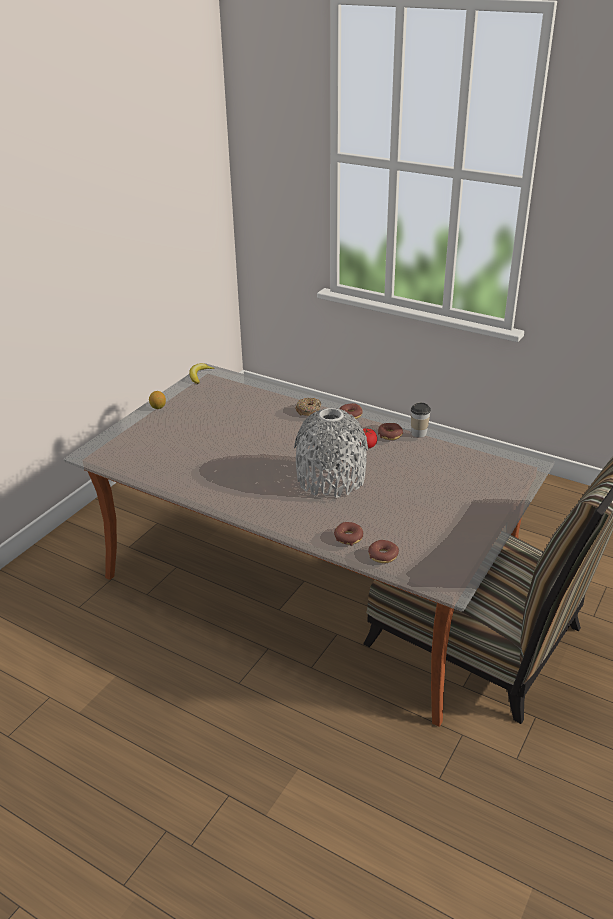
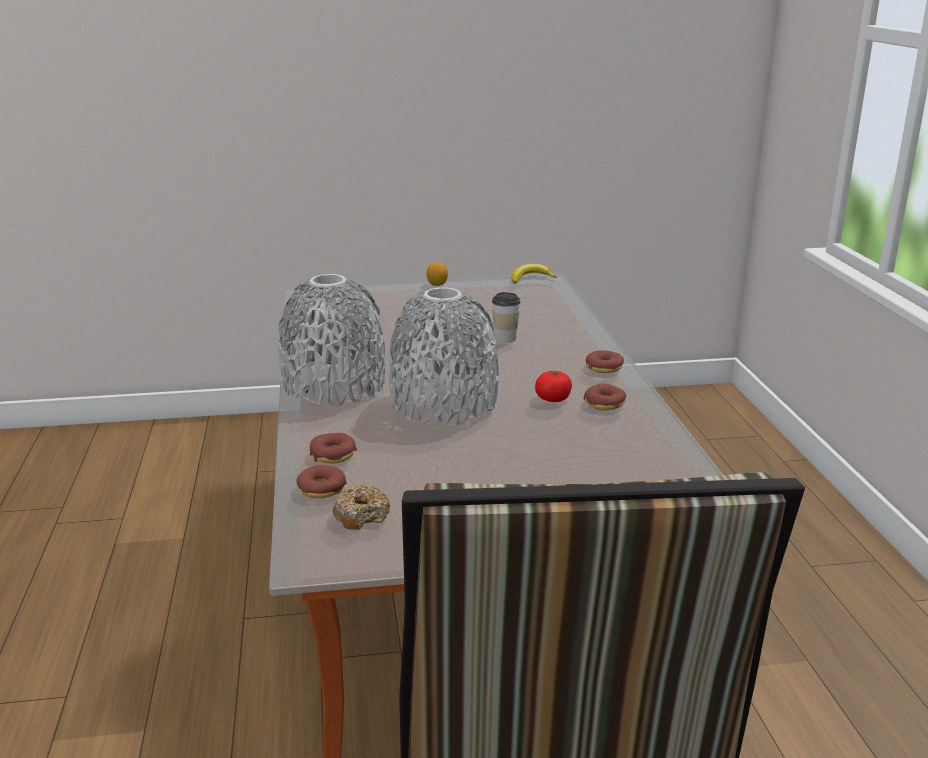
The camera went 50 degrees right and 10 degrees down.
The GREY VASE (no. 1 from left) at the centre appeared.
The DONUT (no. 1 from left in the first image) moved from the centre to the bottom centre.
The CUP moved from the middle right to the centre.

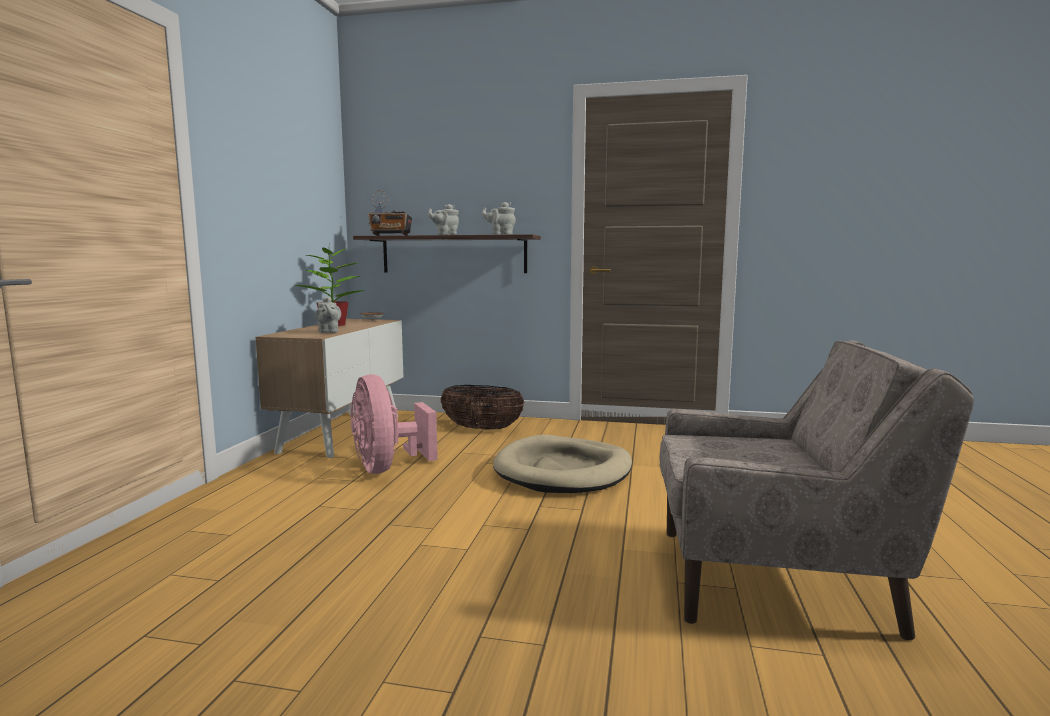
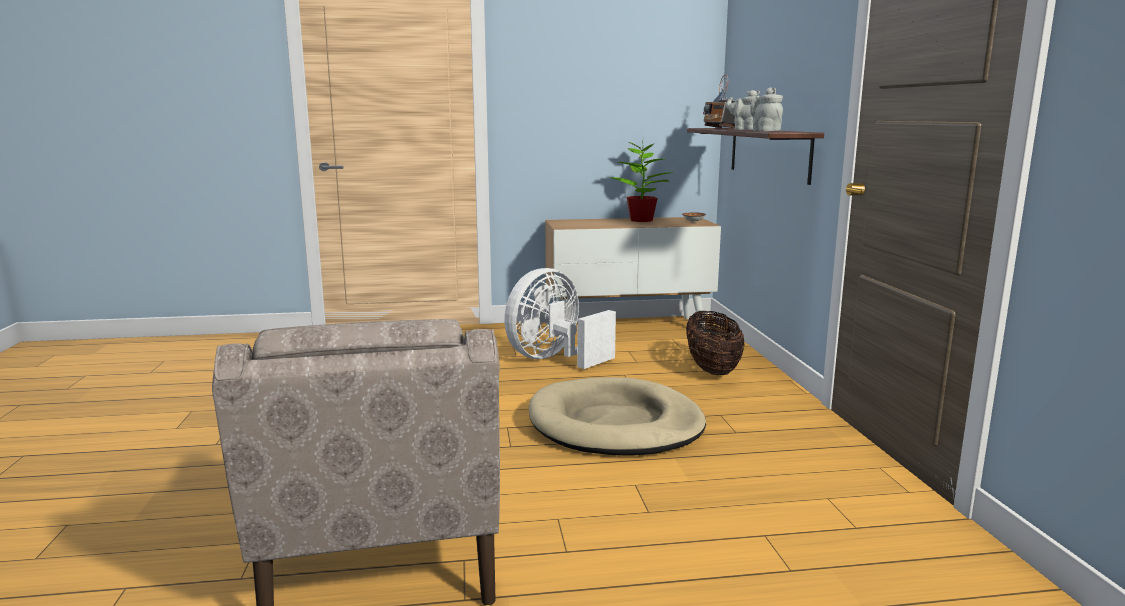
The camera went 70 degrees right and 5 degrees up.
The PINK FAN at the centre became the WHITE FAN at the centre.
The GREY TEAPOT (no. 1 from left) at the middle left disappeared.

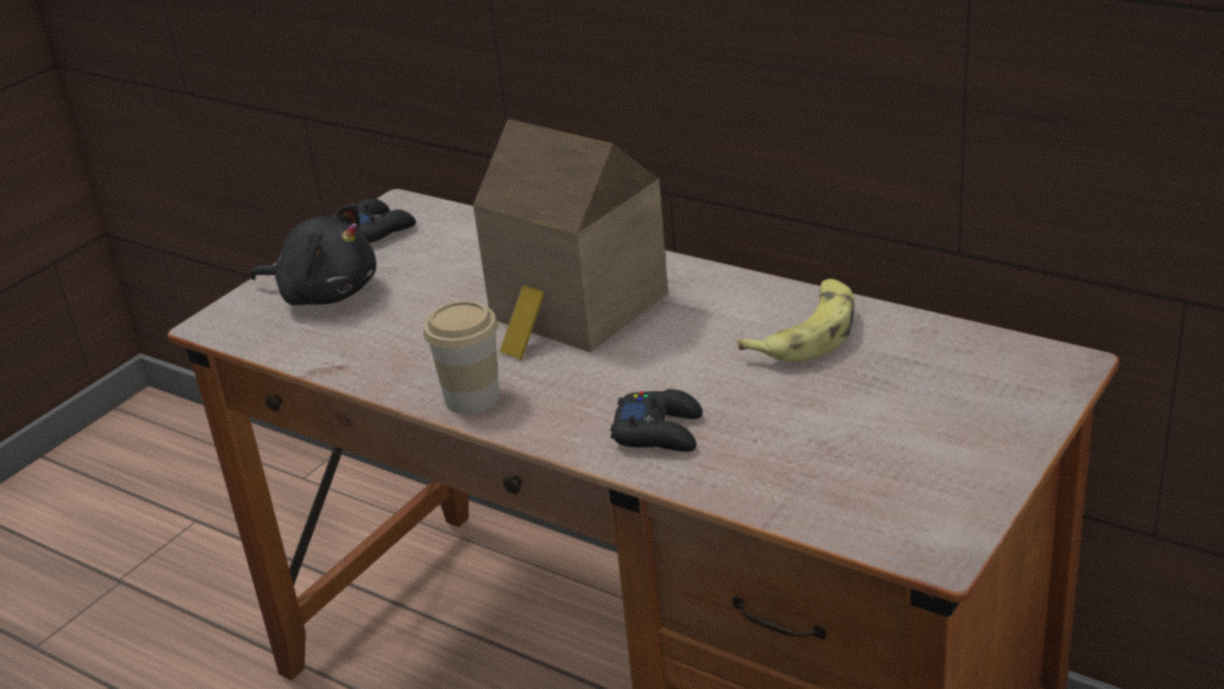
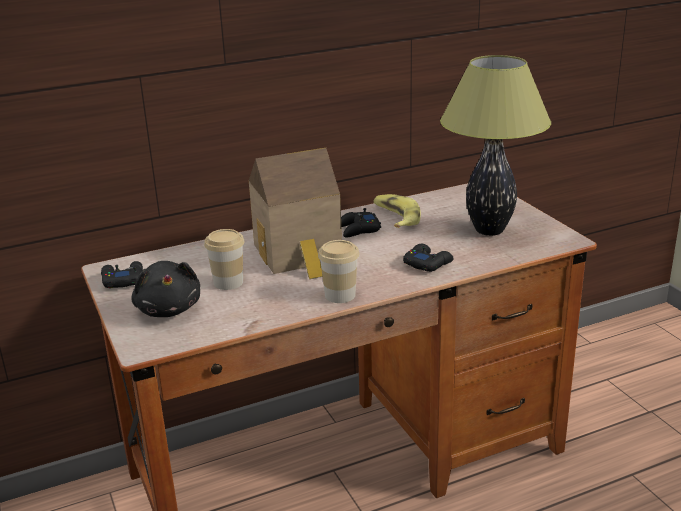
The camera went 60 degrees left and 5 degrees down.
The BLACK PLUSH TOY at the middle left turned 105 degrees clockwise.
The CUP (no. 1 from left) at the middle left appeared.
The BLACK GAME CONTROLLER (no. 2 from left) at the centre appeared.
The TABLE LAMP at the top right appeared.

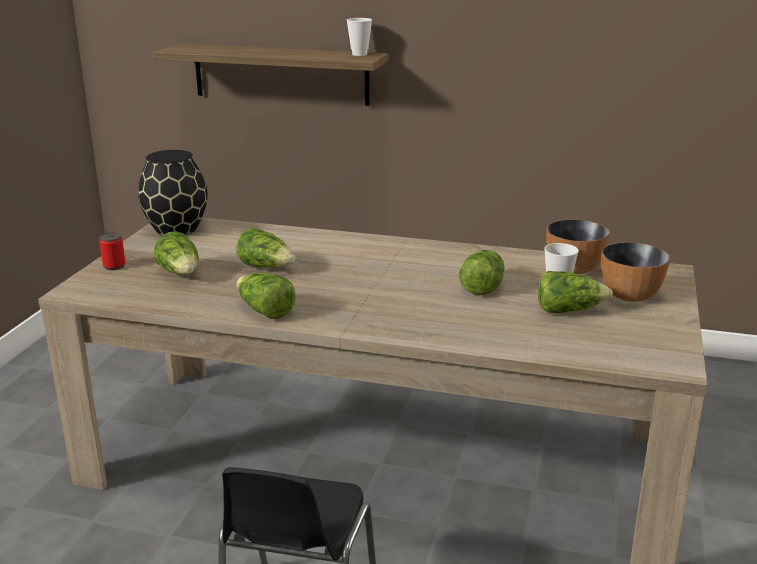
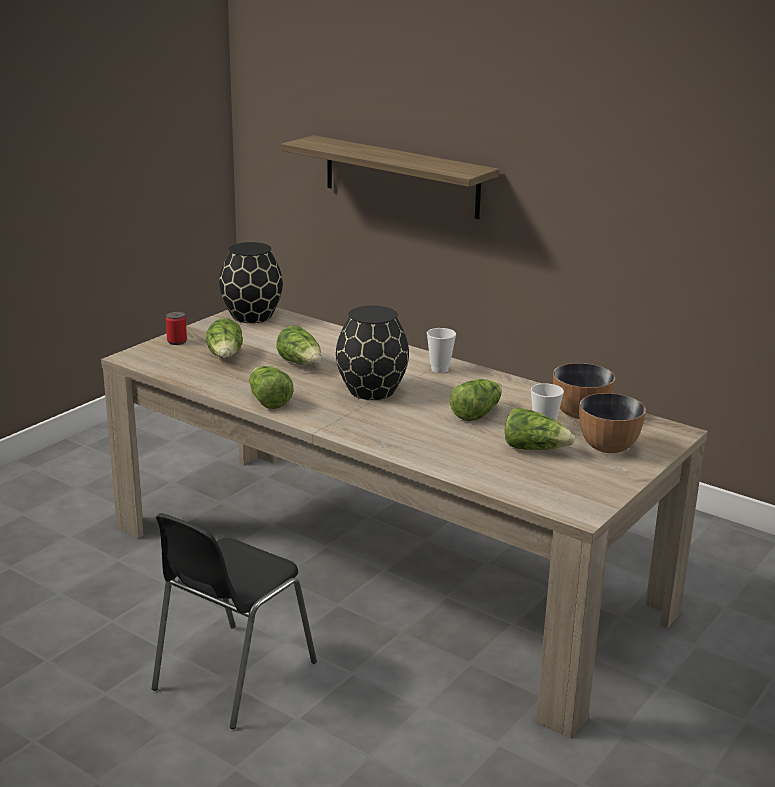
The camera went 20 degrees right and 0 degrees up.
The BLACK VASE (no. 2 from left) at the centre appeared.
The CUP (no. 1 from left) moved from the top centre to the centre.

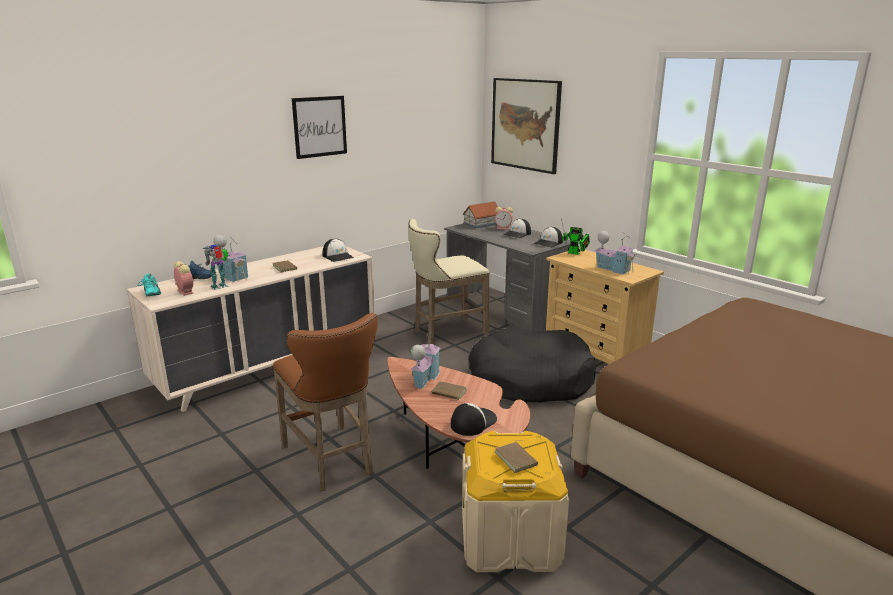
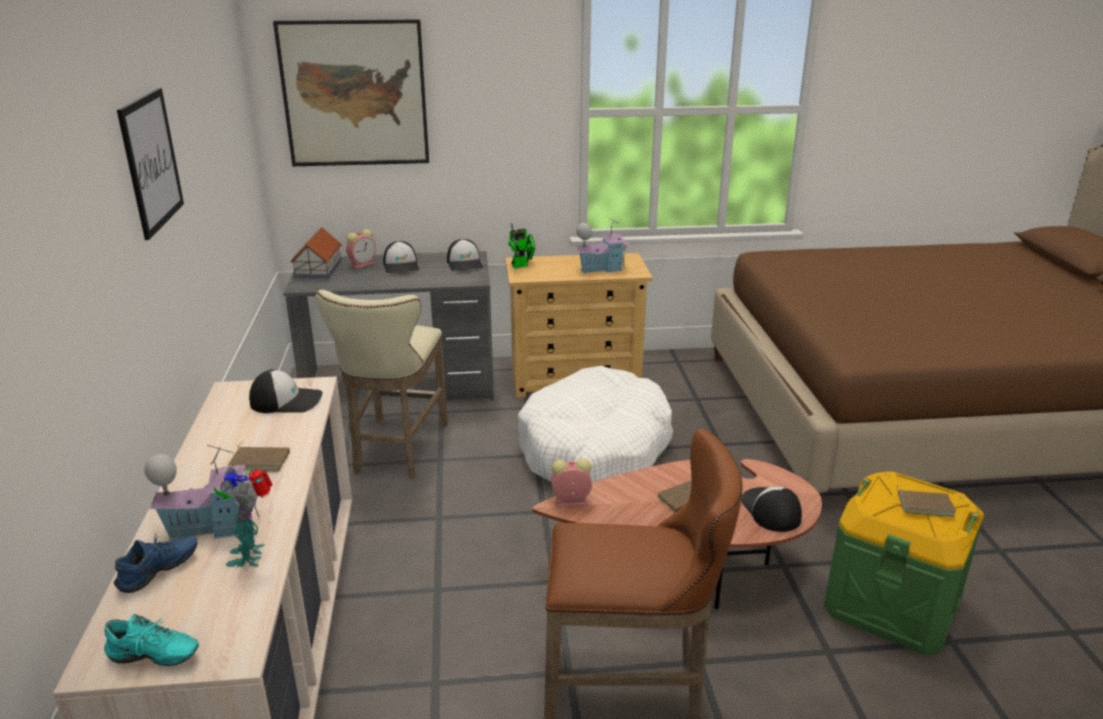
The camera went 55 degrees left and 5 degrees up.
The BLACK DOG BED at the centre became the WHITE DOG BED at the centre.
The ALARM CLOCK (no. 1 from left in the first image) moved from the middle left to the bottom centre.
The BEIGE STORAGE BOX at the bottom centre became the GREEN STORAGE BOX at the bottom right.
The TOY HOUSE (no. 2 from left) at the centre disappeared.

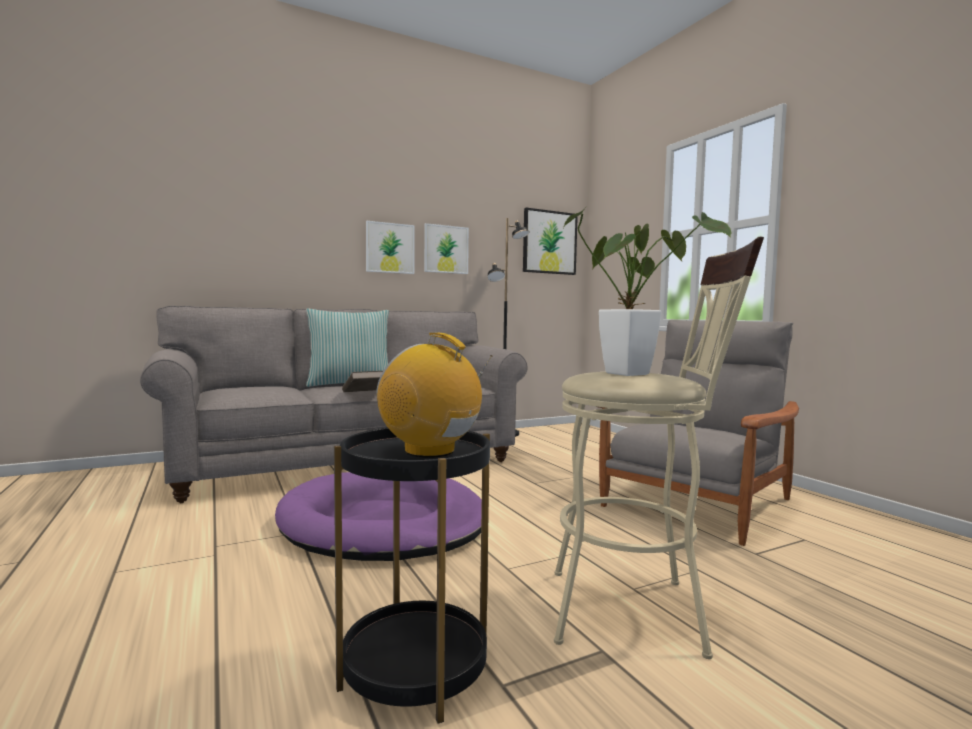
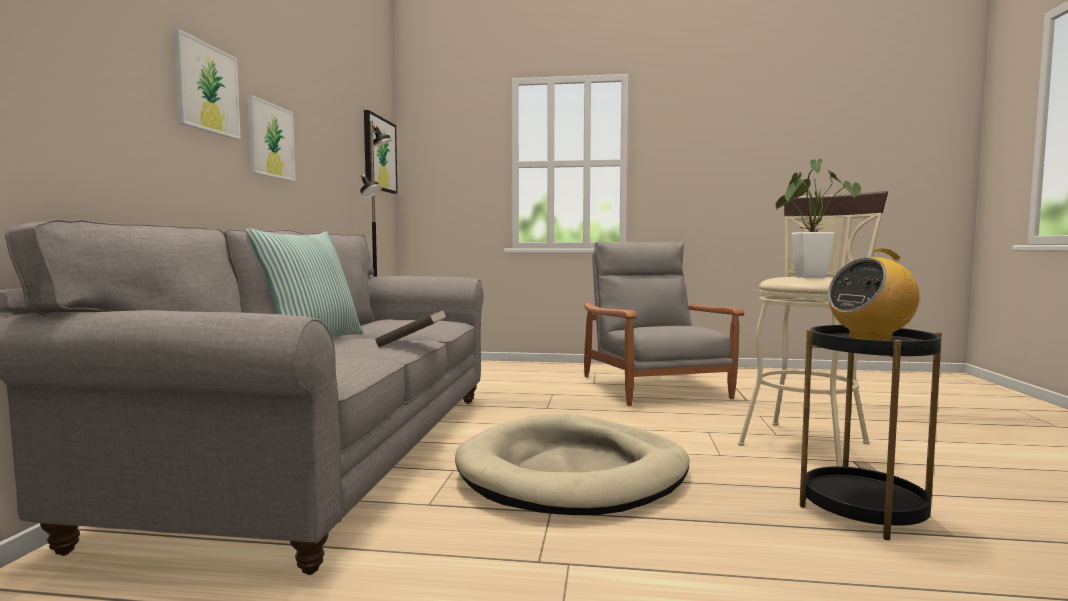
The camera went 55 degrees left and 0 degrees up.
The PICTURE (no. 2 from left in the first image) moved from the centre to the top left.
The PURPLE DOG BED at the bottom centre became the BEIGE DOG BED at the bottom centre.

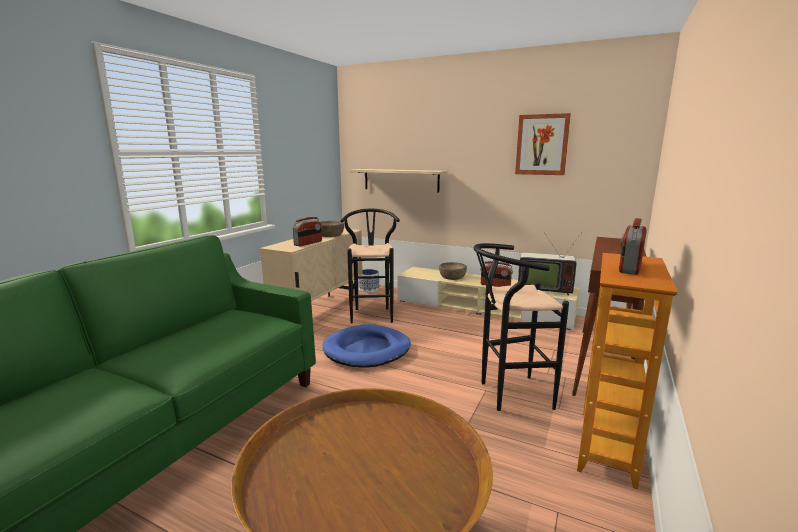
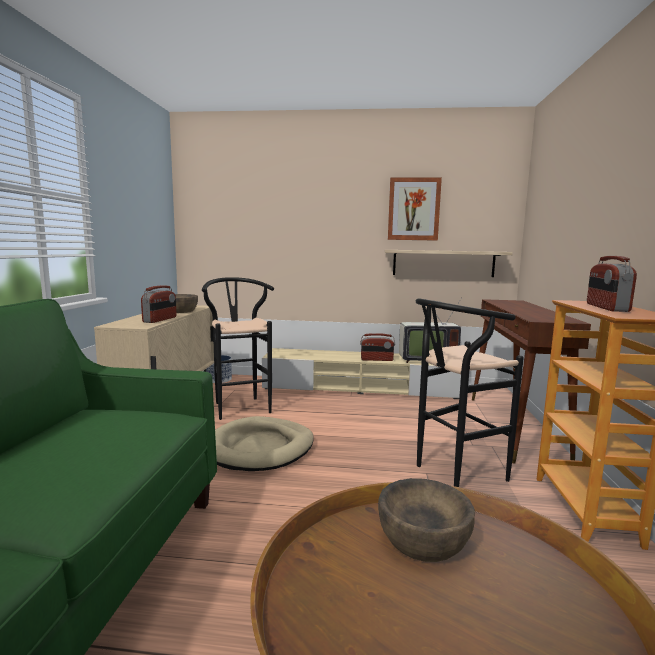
The camera went 20 degrees left and 5 degrees down.
The BLUE DOG BED at the centre became the BEIGE DOG BED at the bottom centre.
The BROWN BOWL (no. 2 from left) moved from the centre to the bottom centre.
The SHELF moved from the centre to the middle right.

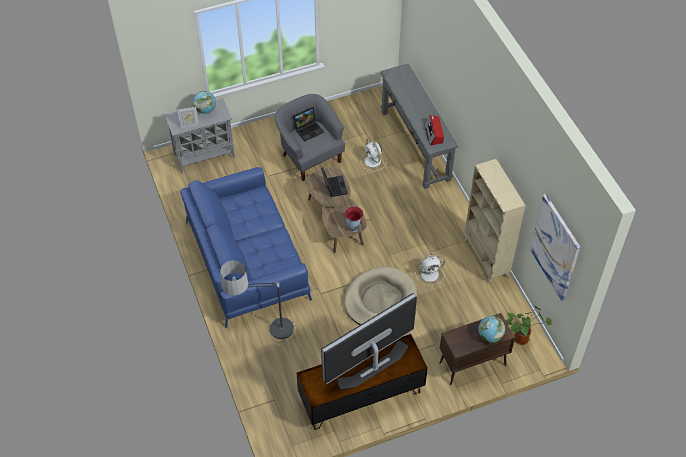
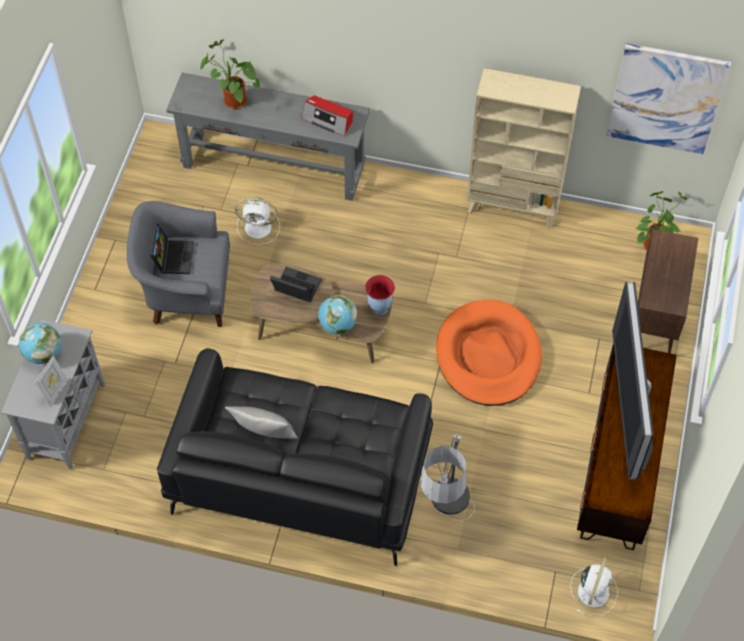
The camera went 55 degrees left and 5 degrees up.
The BLUE SOFA at the centre became the BLACK SOFA at the bottom centre.
The POTTED PLANT (no. 1 from left) at the top left appeared.
The GREY PILLOW at the centre appeared.
The GLOBE (no. 2 from left) moved from the bottom right to the centre.
The BEIGE DOG BED at the centre became the ORANGE DOG BED at the centre.
The WHITE FAN (no. 2 from left) moved from the centre to the bottom right.

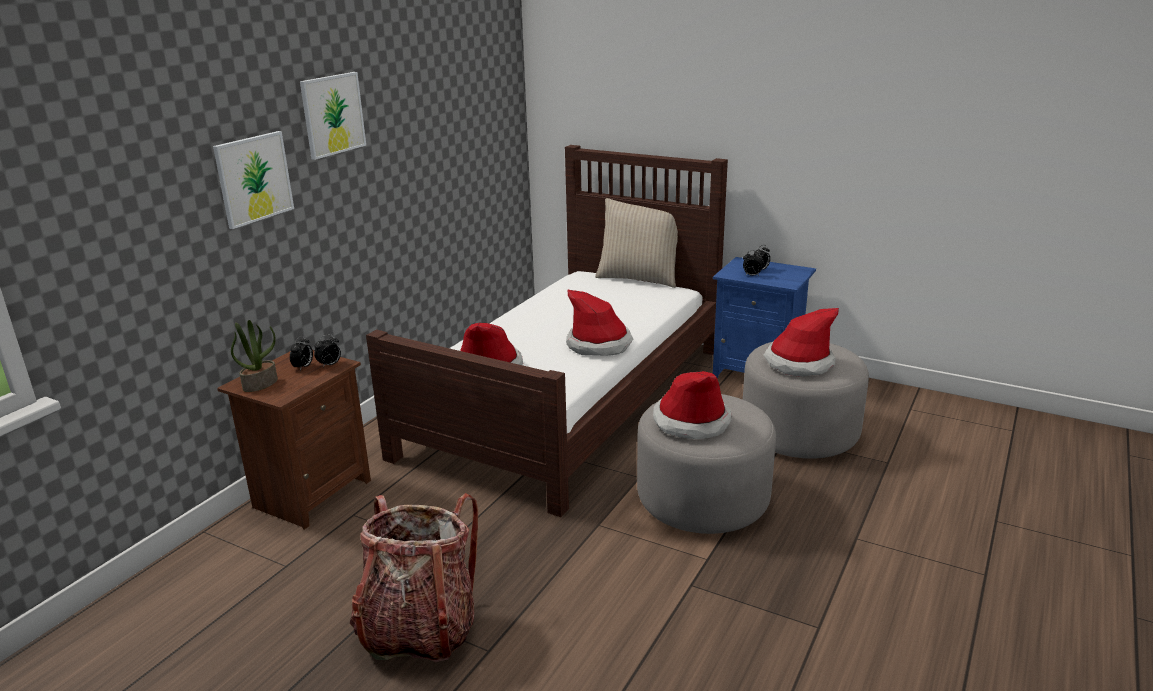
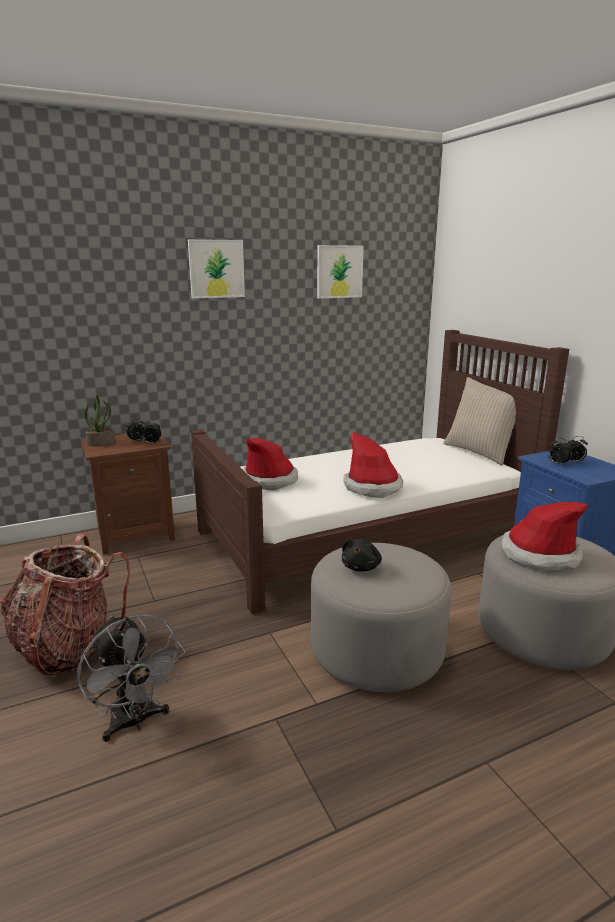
The camera went 35 degrees right and 5 degrees down.
The GREY FAN at the bottom left appeared.
The PICTURE (no. 1 from left in the first image) moved from the top left to the top centre.
The HAT (no. 3 from left) at the centre was replaced by the BLACK PLUSH TOY at the centre.

